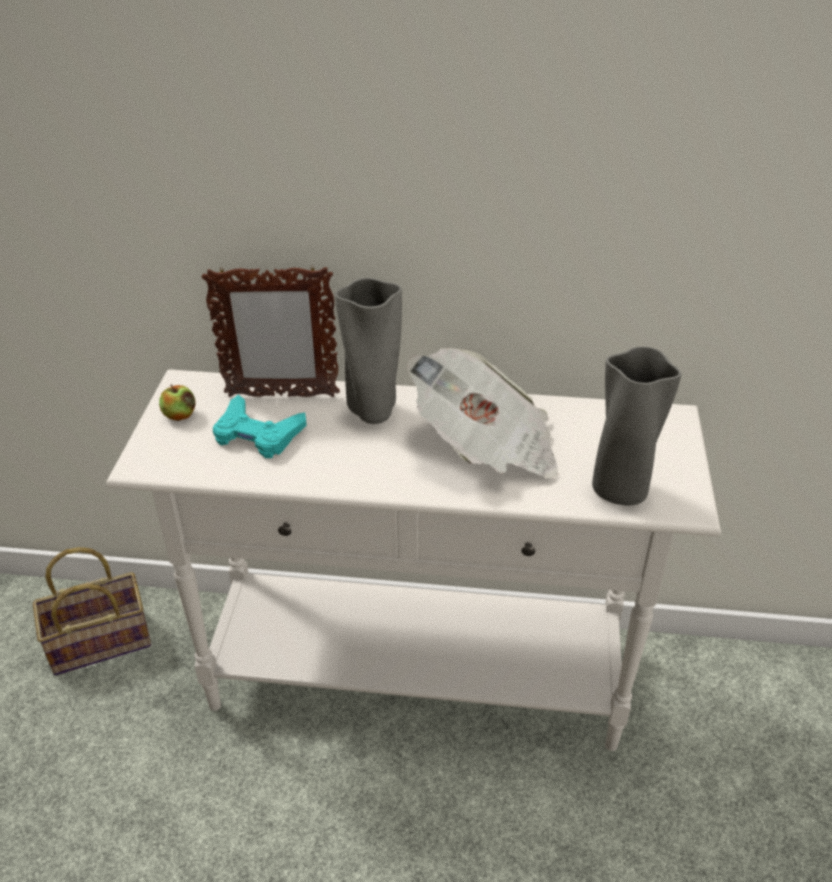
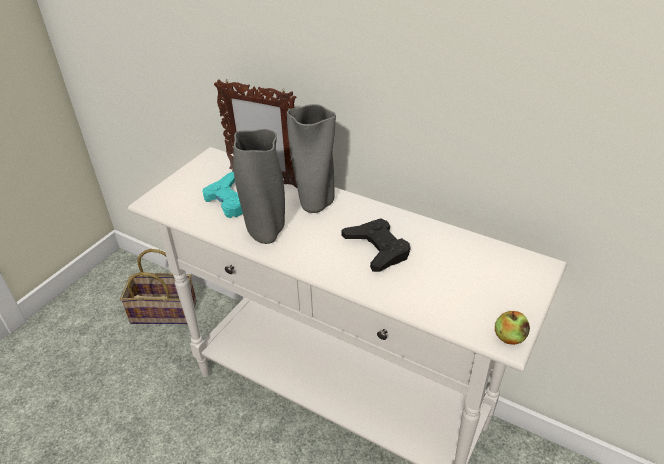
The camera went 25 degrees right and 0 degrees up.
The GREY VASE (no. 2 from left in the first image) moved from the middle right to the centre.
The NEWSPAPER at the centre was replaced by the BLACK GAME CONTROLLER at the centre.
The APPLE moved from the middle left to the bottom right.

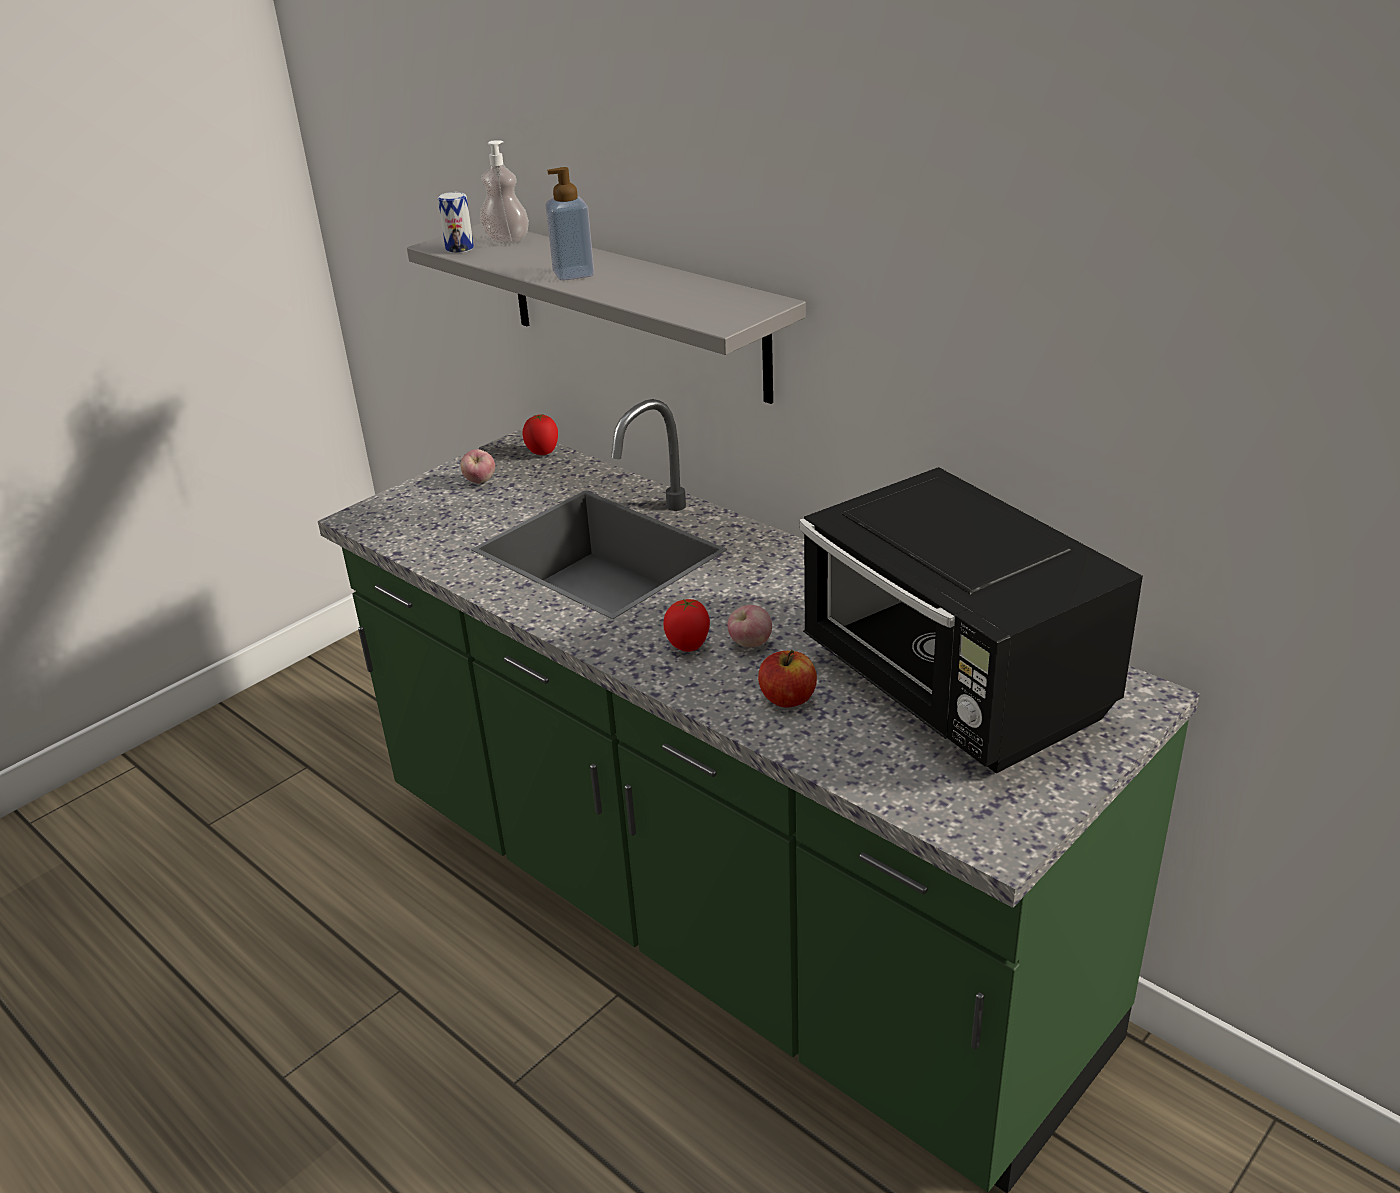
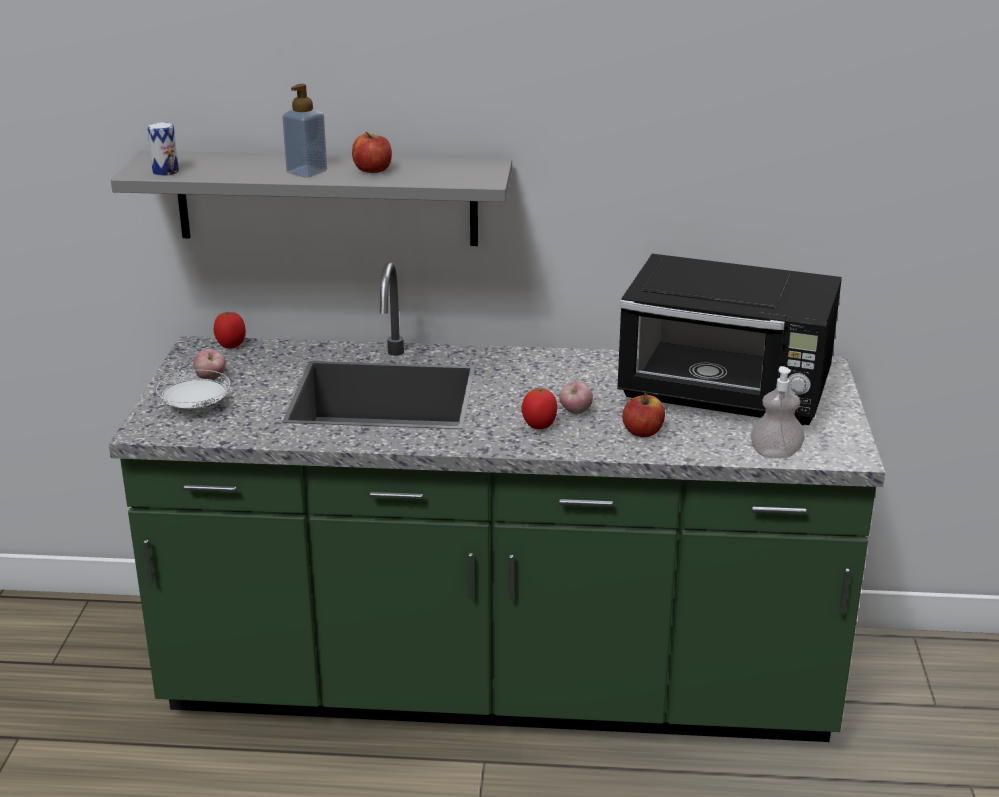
The camera went 40 degrees left and 5 degrees down.
The WHITE PLATE at the middle left appeared.
The APPLE (no. 2 from left) at the top centre appeared.
The SOAP DISPENSER (no. 1 from left in the first image) moved from the top centre to the middle right.

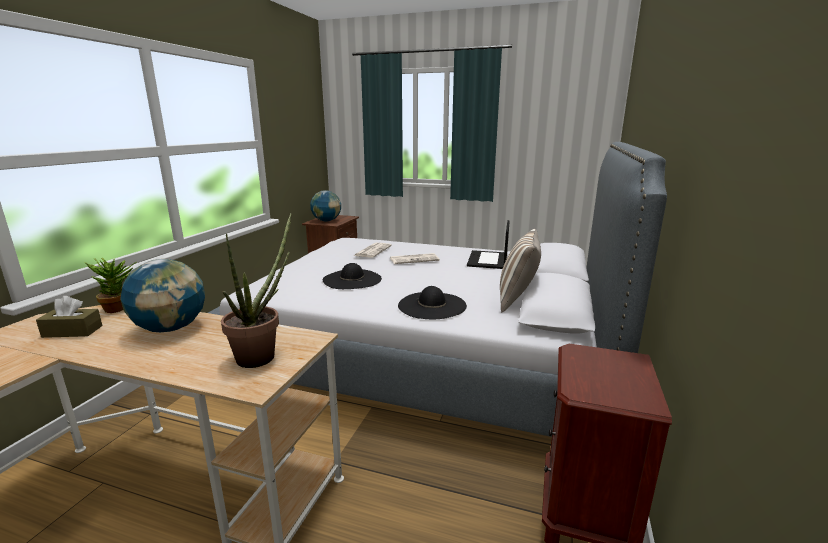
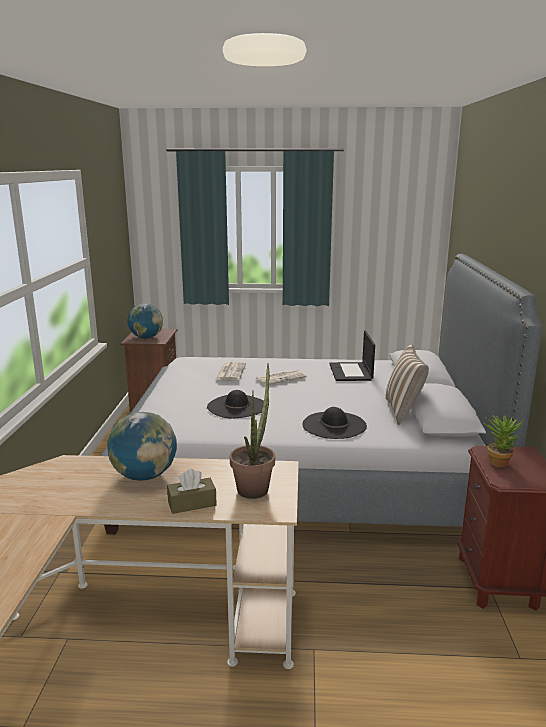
The camera went 15 degrees left and 0 degrees up.
The BROWN TISSUE BOX moved from the middle left to the bottom centre.
The POTTED PLANT (no. 1 from left in the first image) moved from the middle left to the middle right.

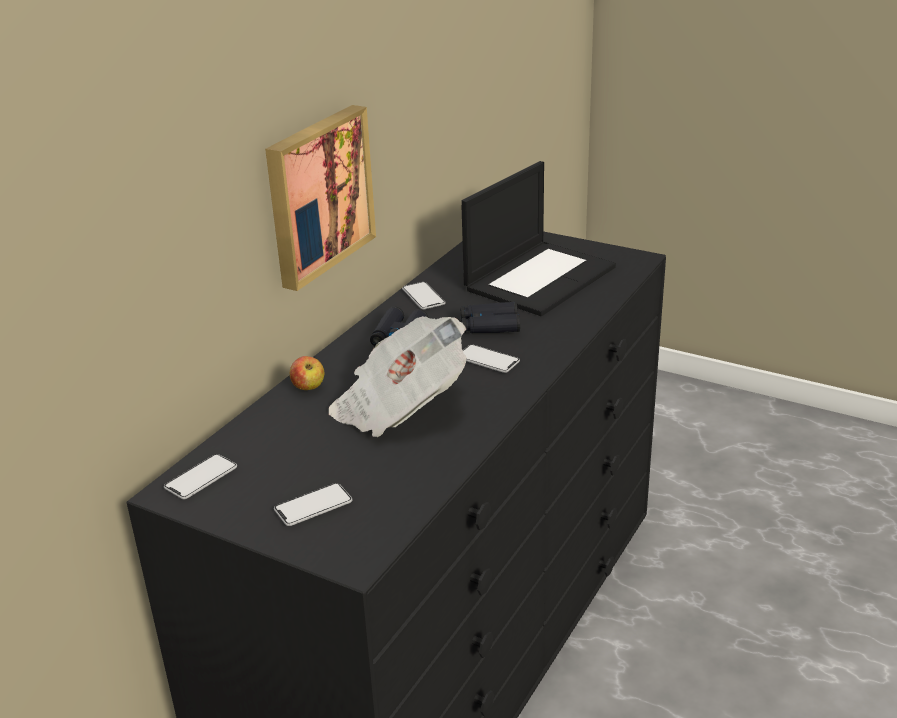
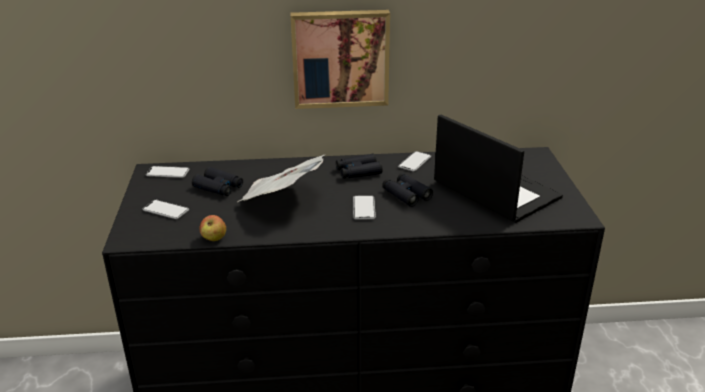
The camera went 55 degrees right and 0 degrees up.
The BLACK BINOCULARS (no. 1 from left) at the middle left appeared.
The APPLE moved from the centre to the middle left.
The LAPTOP at the top centre turned 135 degrees counterclockwise.

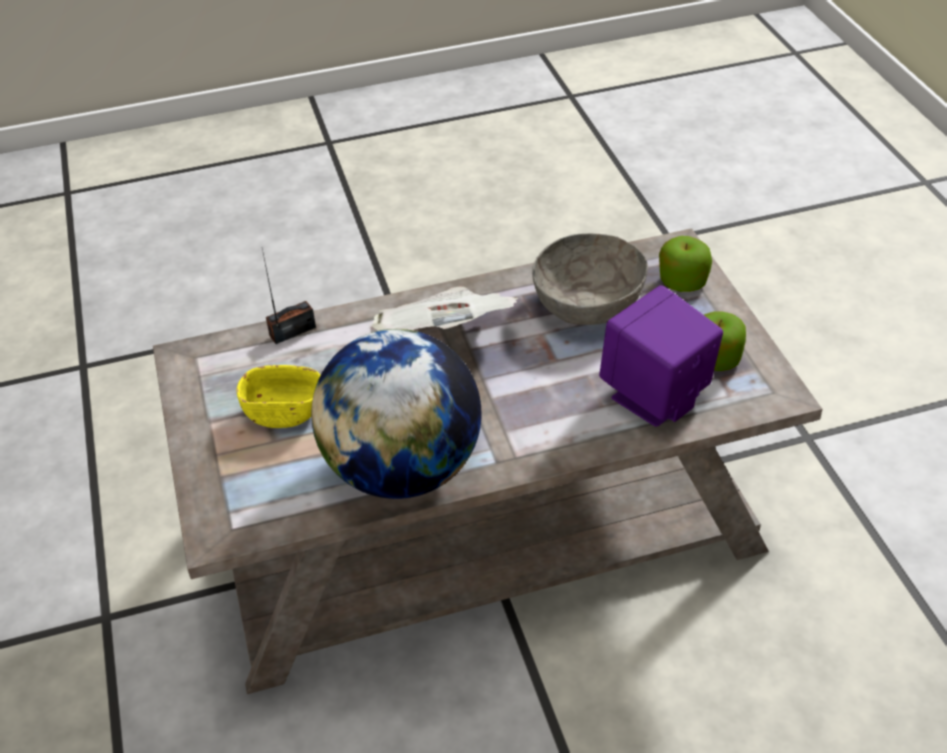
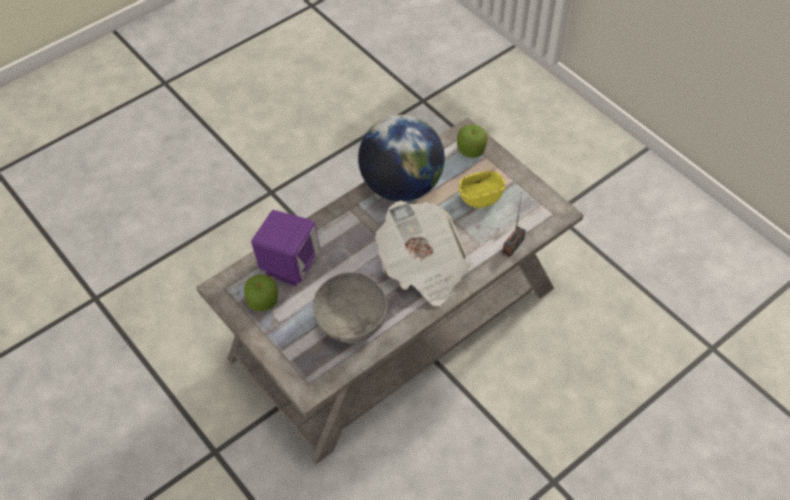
The camera went 155 degrees right and 10 degrees up.
The APPLE (no. 1 from left in the first image) moved from the middle right to the top centre.

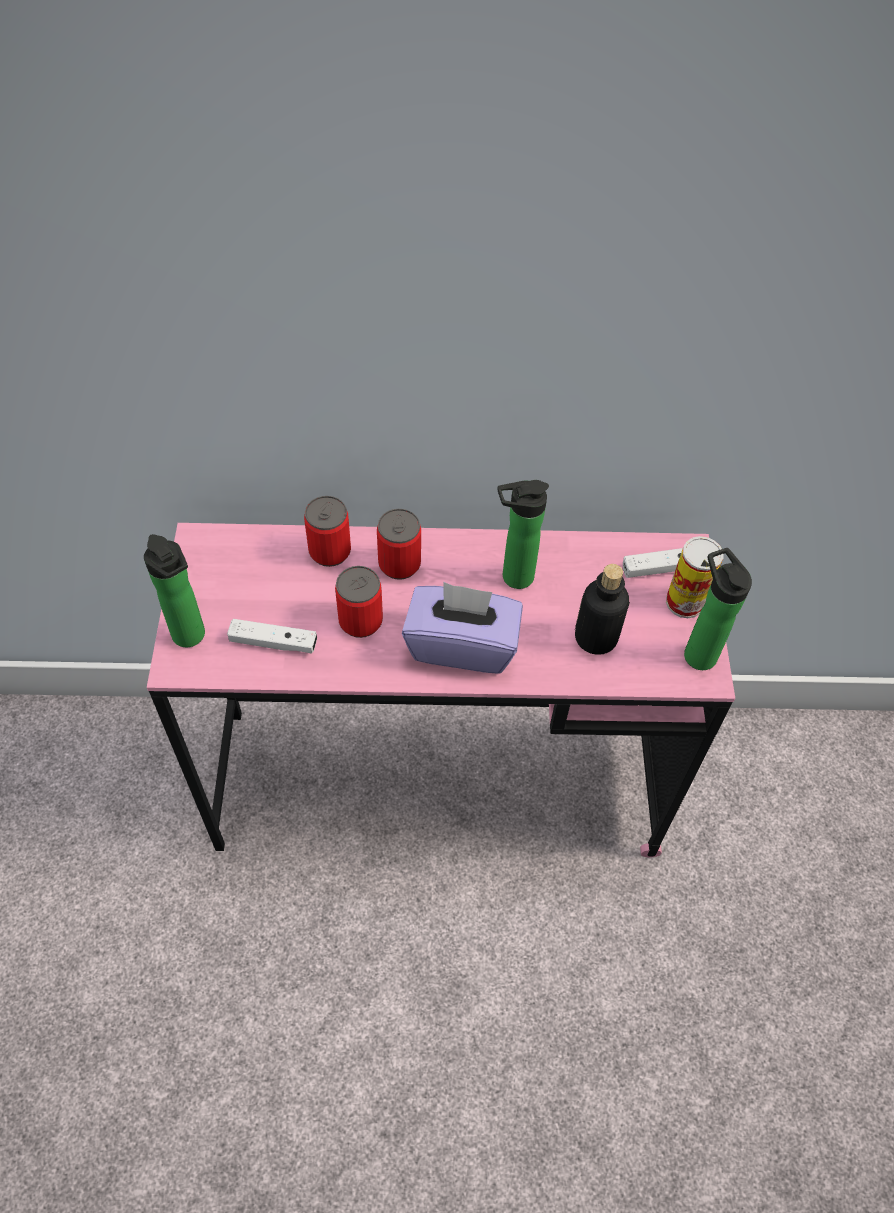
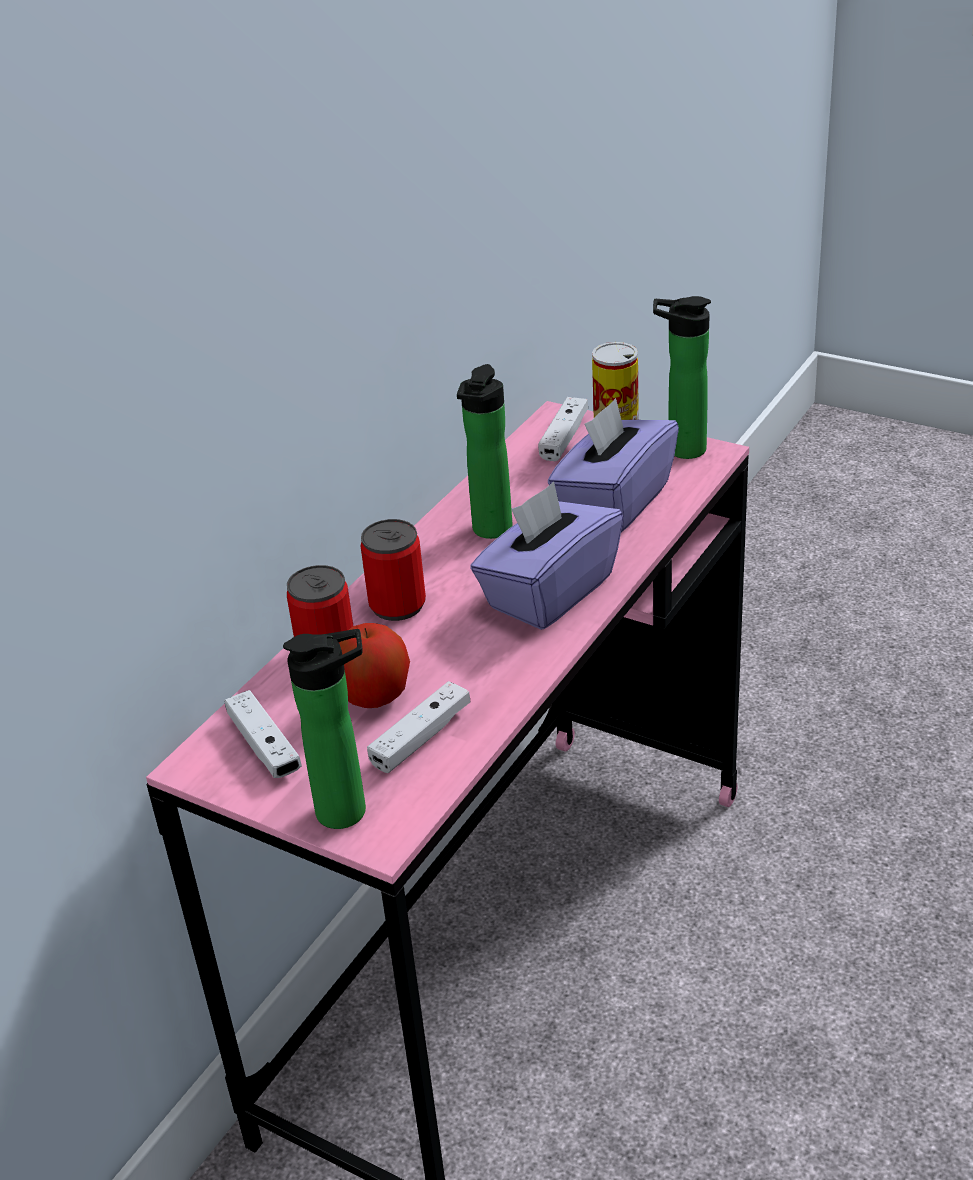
The camera went 55 degrees left and 20 degrees down.
The WHITE GAME CONTROLLER (no. 1 from left) at the middle left appeared.
The APPLE at the centre appeared.
The BOTTLE (no. 3 from left) at the middle right was replaced by the PURPLE TISSUE BOX (no. 2 from left) at the centre.
The CAN (no. 2 from left) at the centre disappeared.

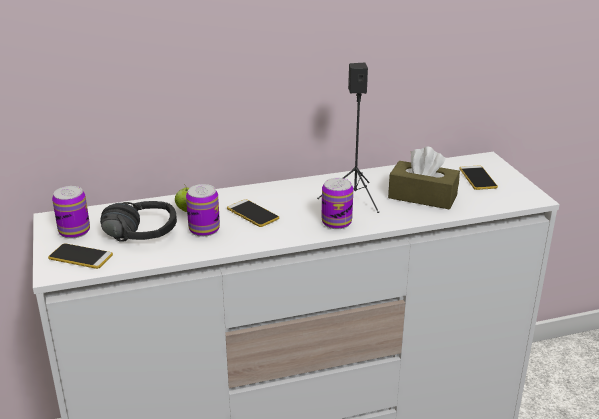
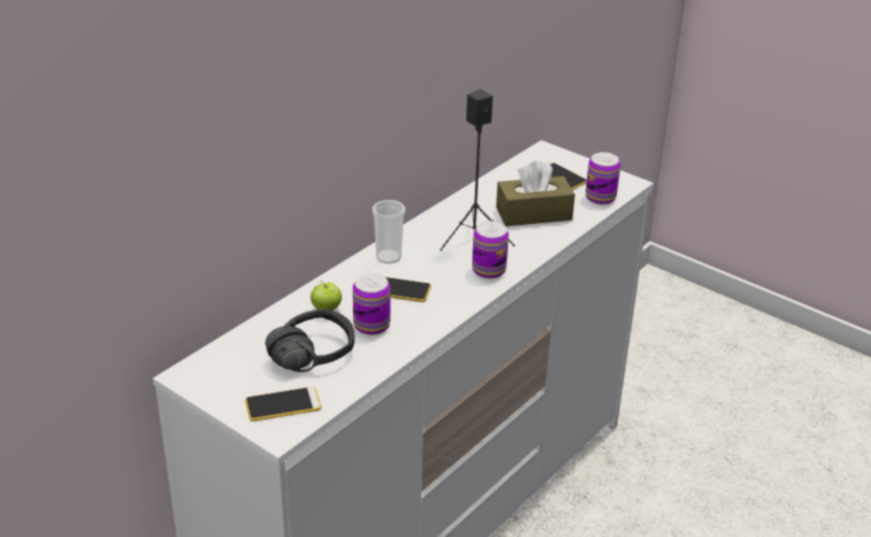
The camera went 35 degrees left and 5 degrees up.
The CUP at the centre appeared.
The CAN (no. 1 from left in the first image) moved from the middle left to the top right.

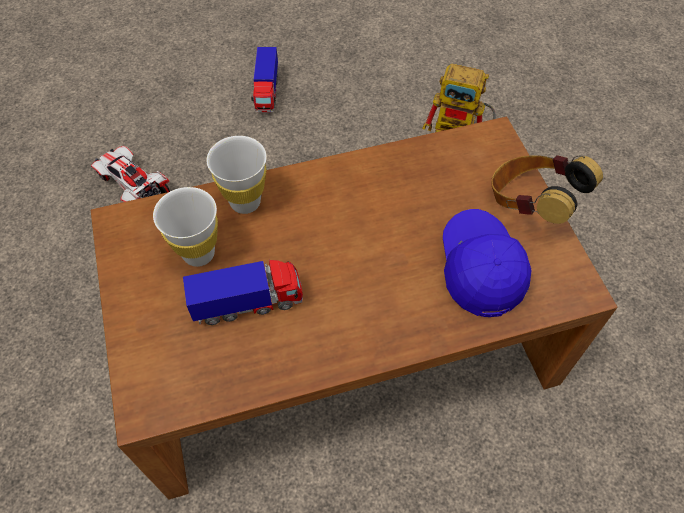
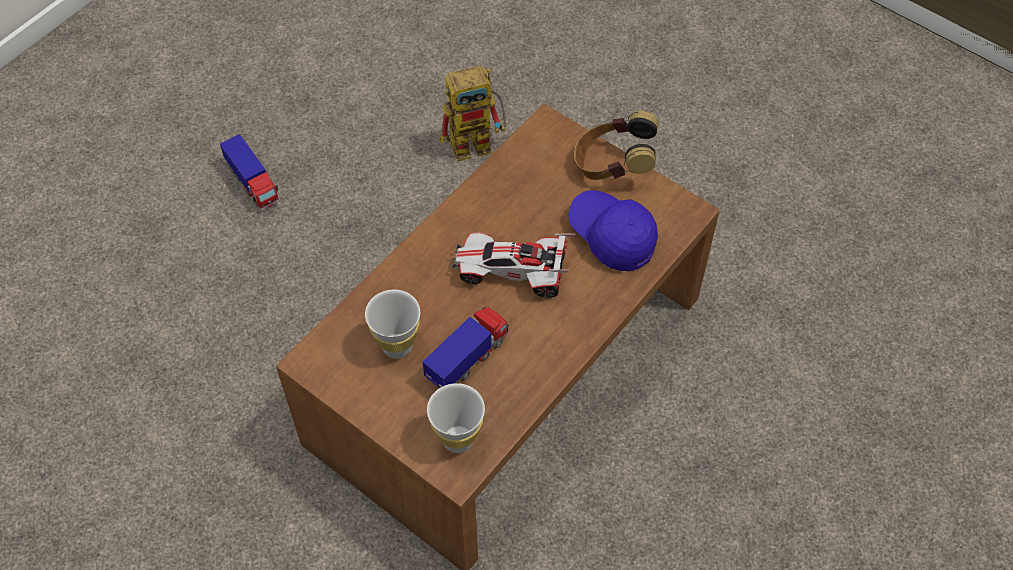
The camera went 35 degrees left and 0 degrees up.
The WHITE CUP (no. 2 from left) moved from the centre to the bottom centre.
The TOY CAR moved from the middle left to the centre.

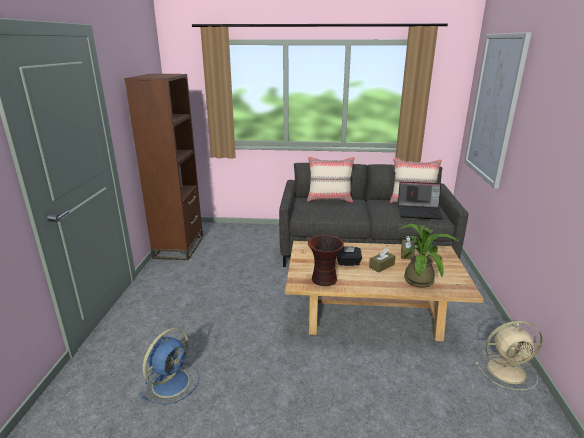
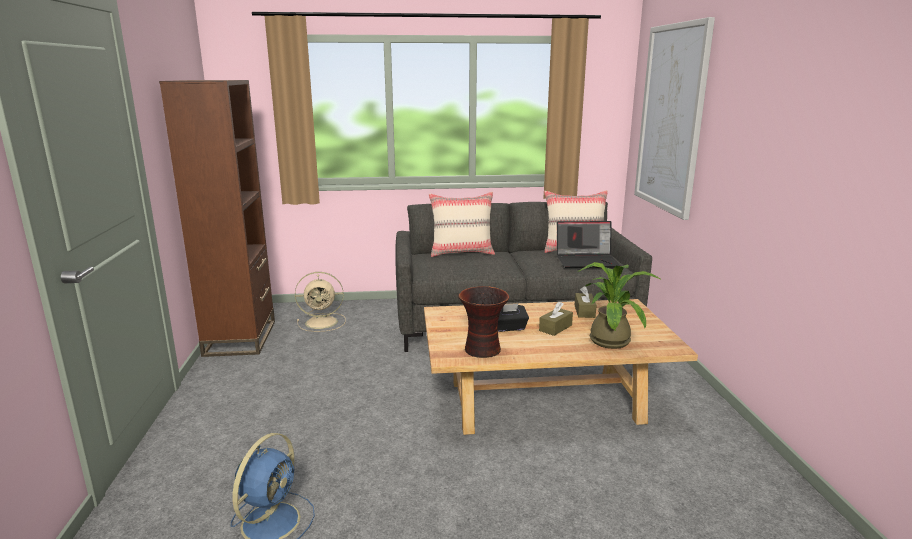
The camera went 10 degrees left and 5 degrees down.
The BEIGE FAN moved from the bottom right to the centre.

